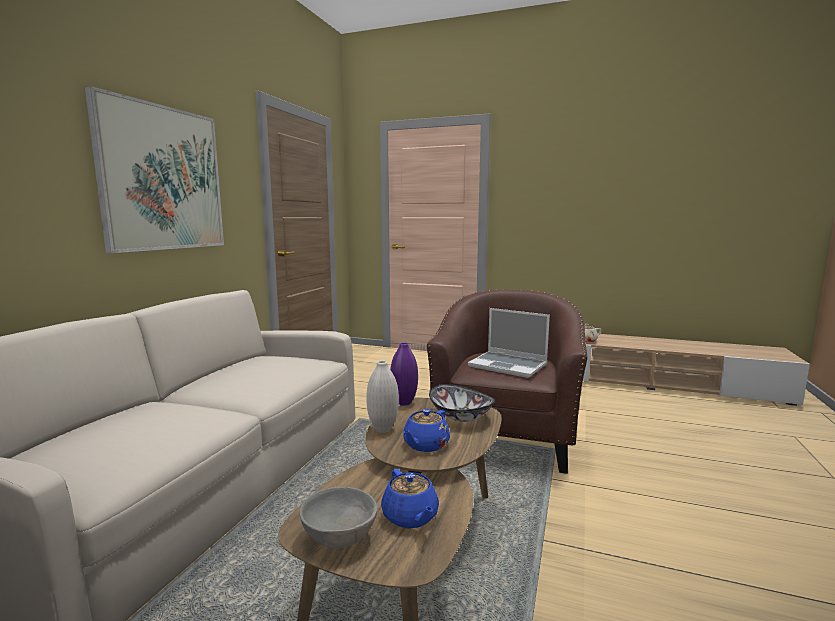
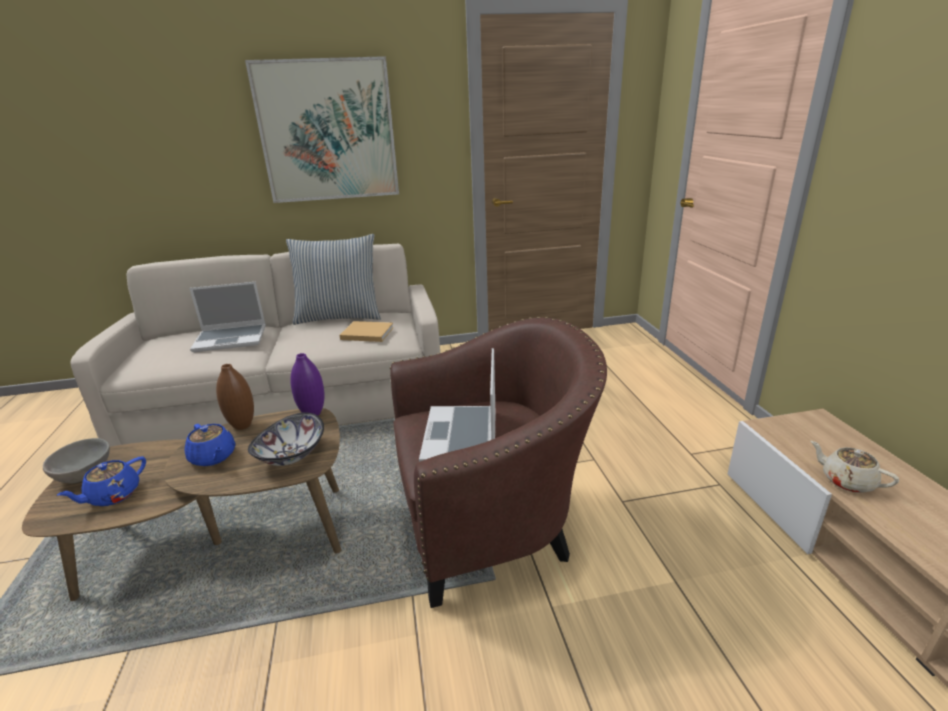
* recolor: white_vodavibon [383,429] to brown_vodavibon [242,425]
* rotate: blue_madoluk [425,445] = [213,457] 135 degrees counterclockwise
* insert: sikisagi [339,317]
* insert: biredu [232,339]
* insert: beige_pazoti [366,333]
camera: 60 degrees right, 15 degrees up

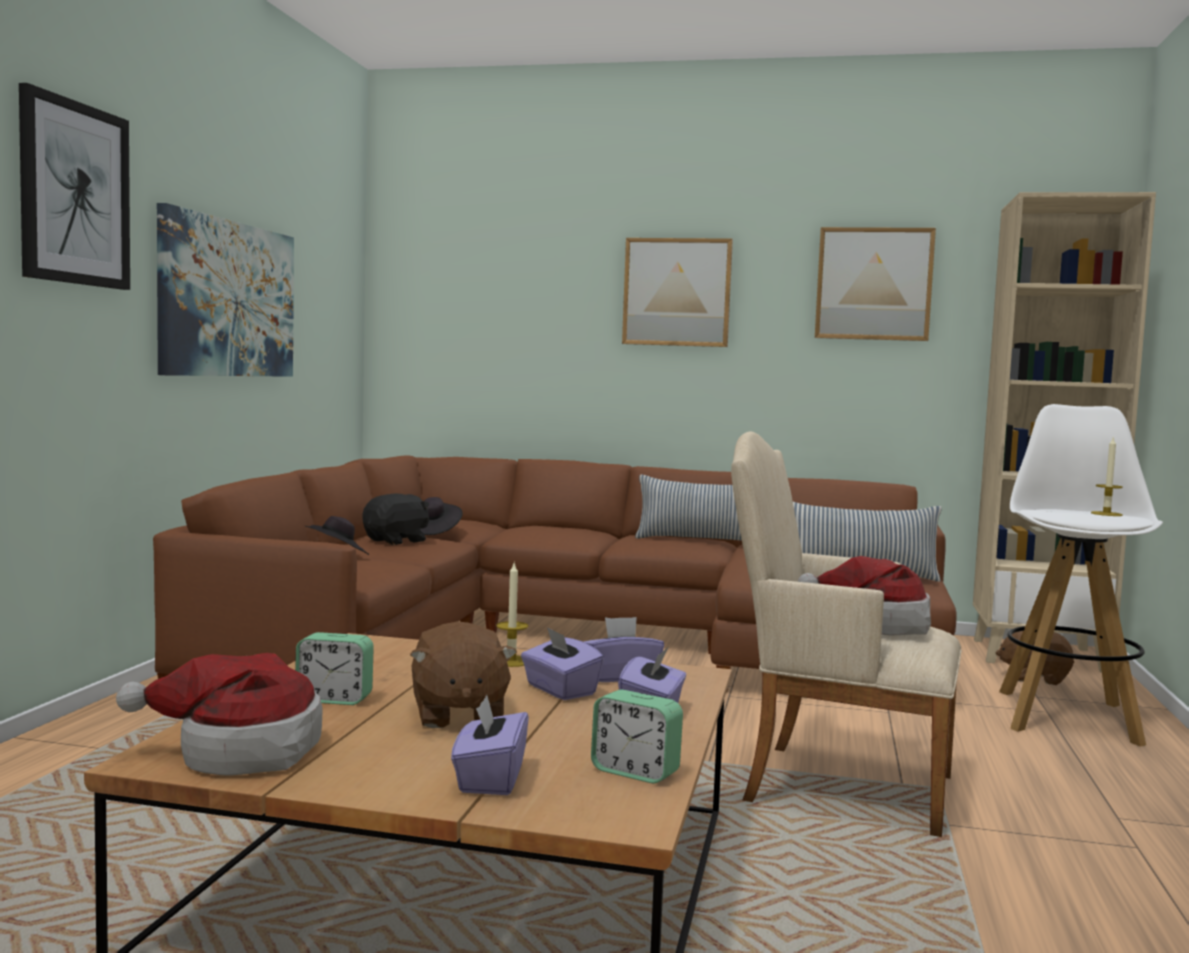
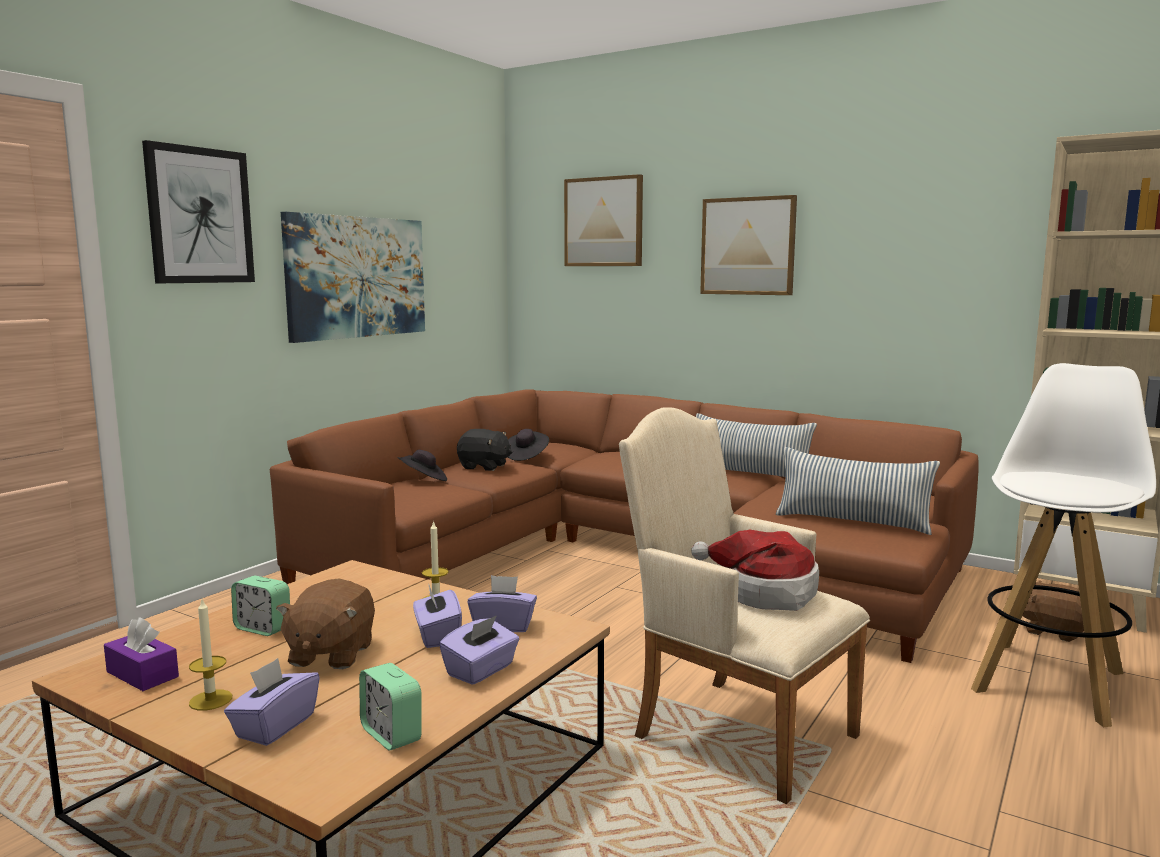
* move: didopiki [873,284] to [604,222]
* move: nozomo [1106,514] to [210,700]
* rotate: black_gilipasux [397,541] = [484,467] 45 degrees clockwise
* replace: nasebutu [240,752] to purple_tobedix [142,674]
camera: 20 degrees right, 5 degrees up

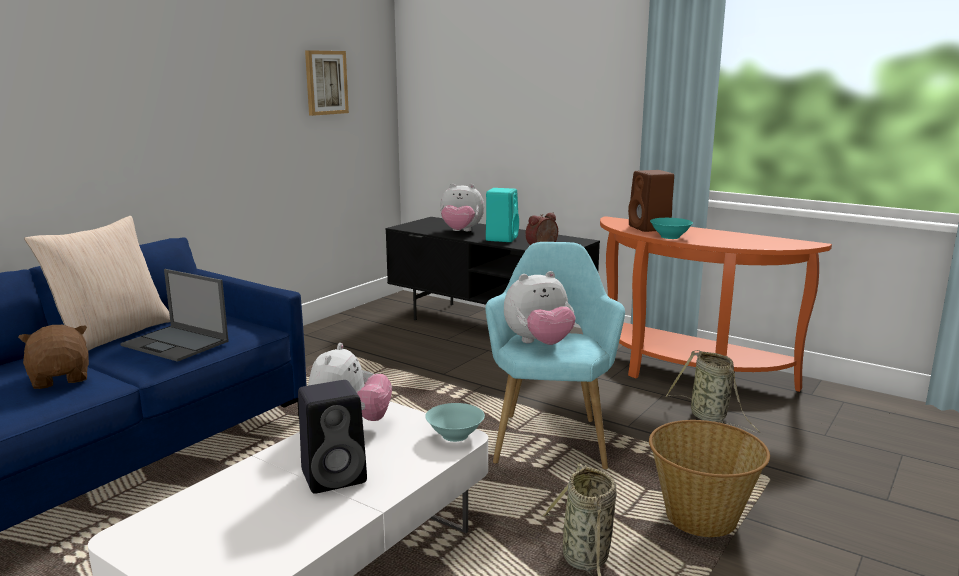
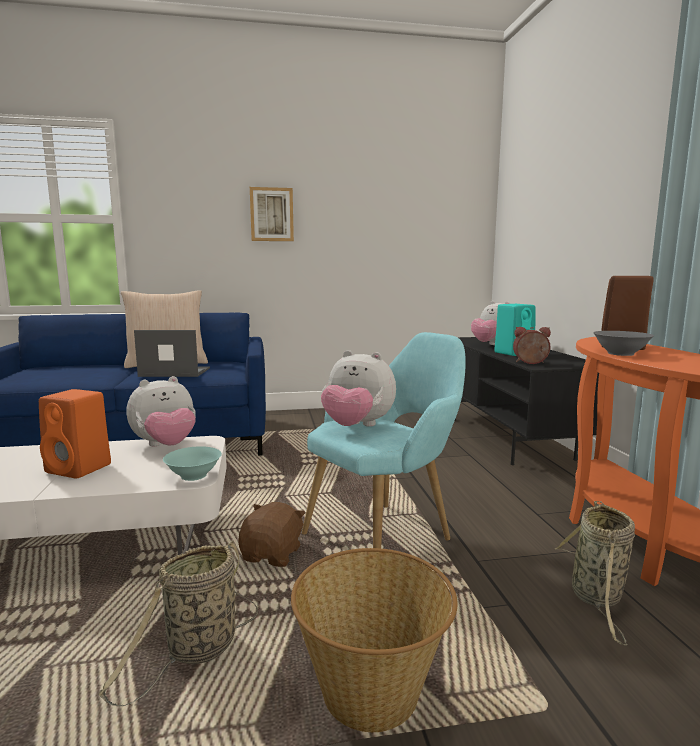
* move: didopiki [325,82] to [271,214]
* recolor: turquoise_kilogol [669,237] to grey_kilogol [620,353]
* rotate: biredu [176,344] = [174,372] 105 degrees clockwise
* move: brown_gilipasux [61,378] to [273,555]
* recolor: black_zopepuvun [336,476] to orange_zopepuvun [80,468]
camera: 45 degrees right, 5 degrees down

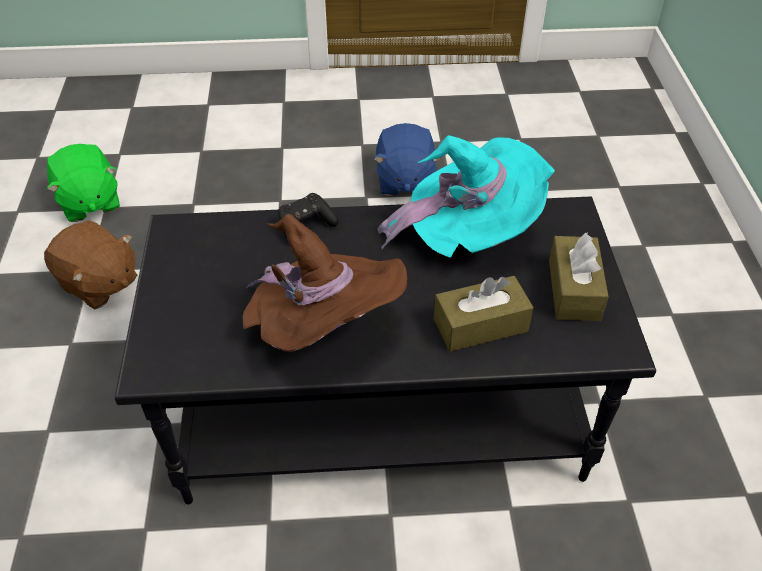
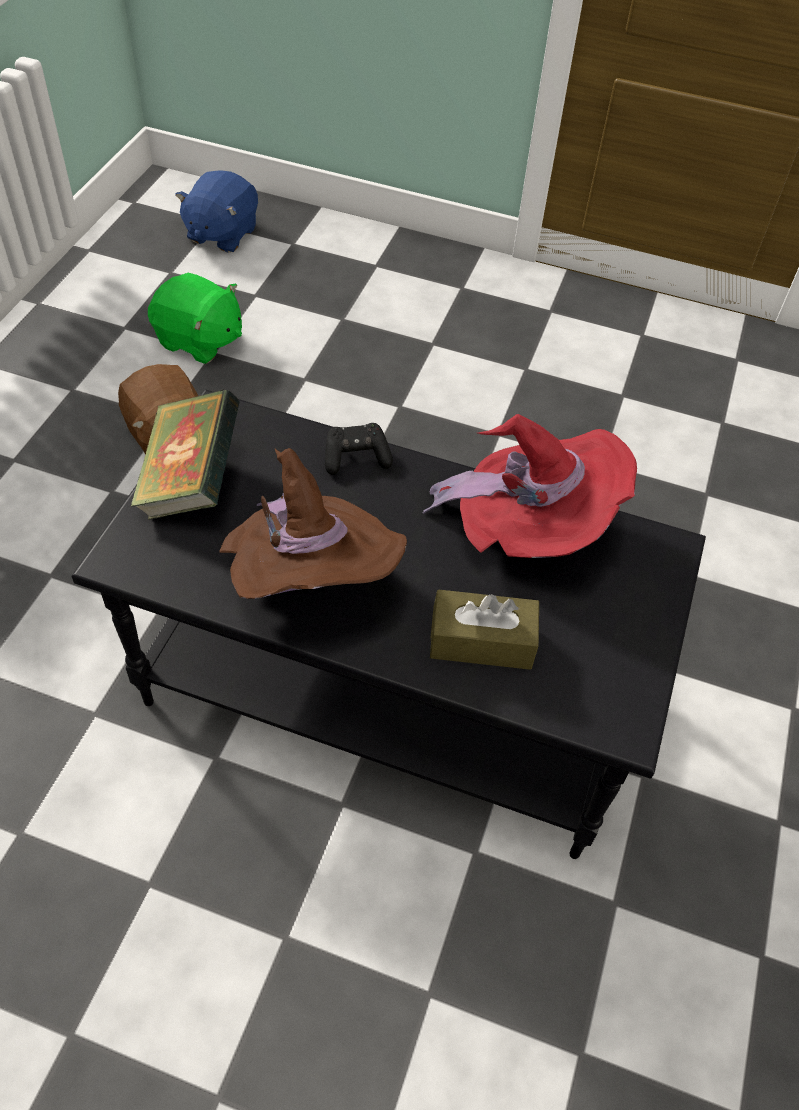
* move: blue_gilipasux [404,181] to [221,234]
* recolor: turquoise_nasebutu [468,233] to red_nasebutu [531,529]
* rotate: green_gilipasux [89,202] = [199,341] 60 degrees counterclockwise
* delete: brown_tobedix [574,290]
* insert: pazoti [191,482]
camera: 20 degrees right, 5 degrees up

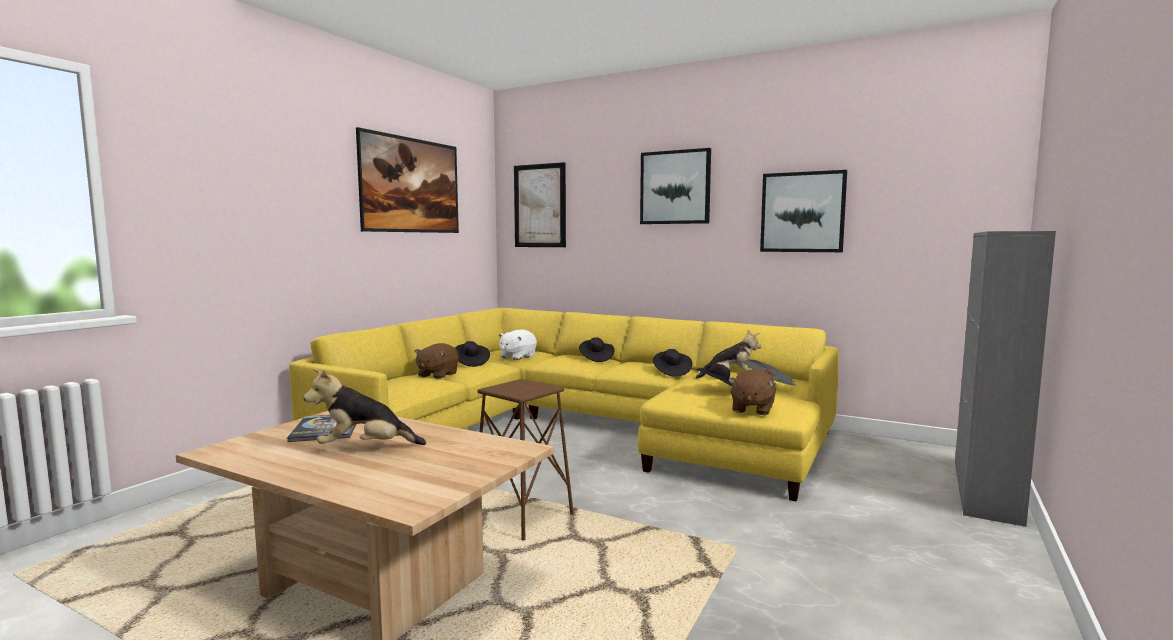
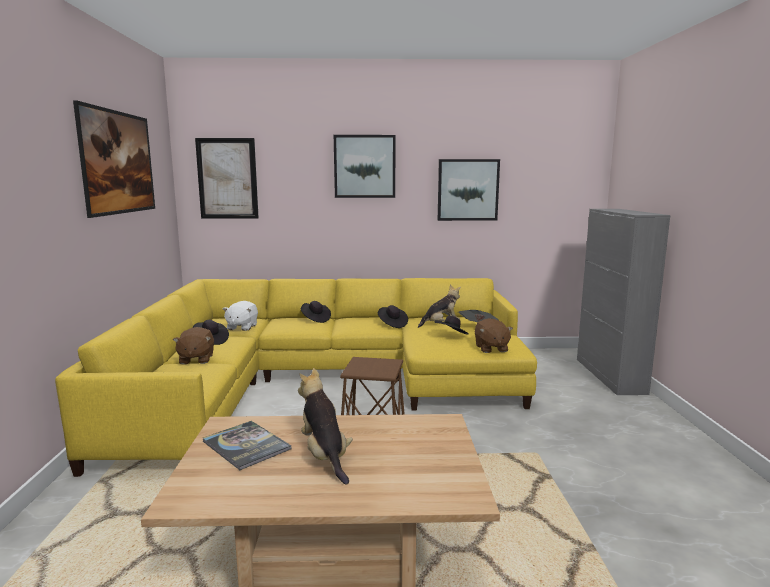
* rotate: gilipasux [365,448] = [325,456] 105 degrees clockwise
camera: 30 degrees left, 5 degrees up

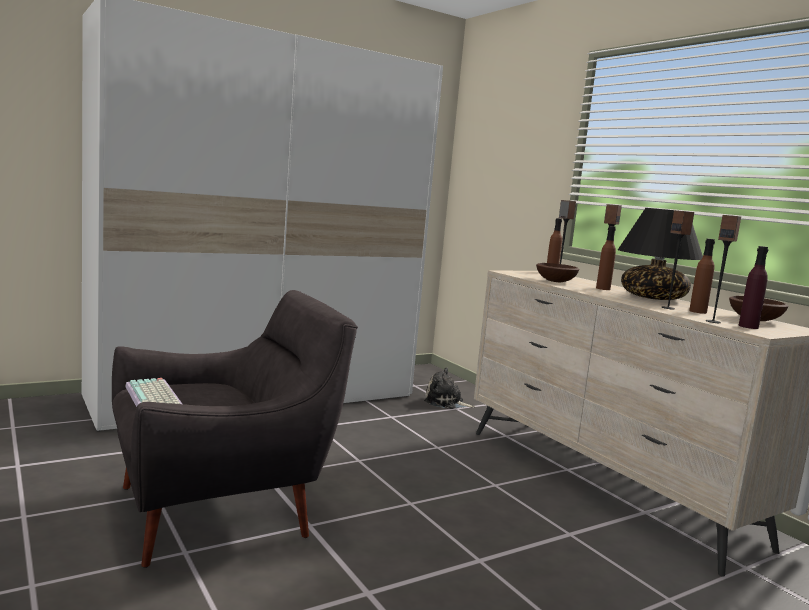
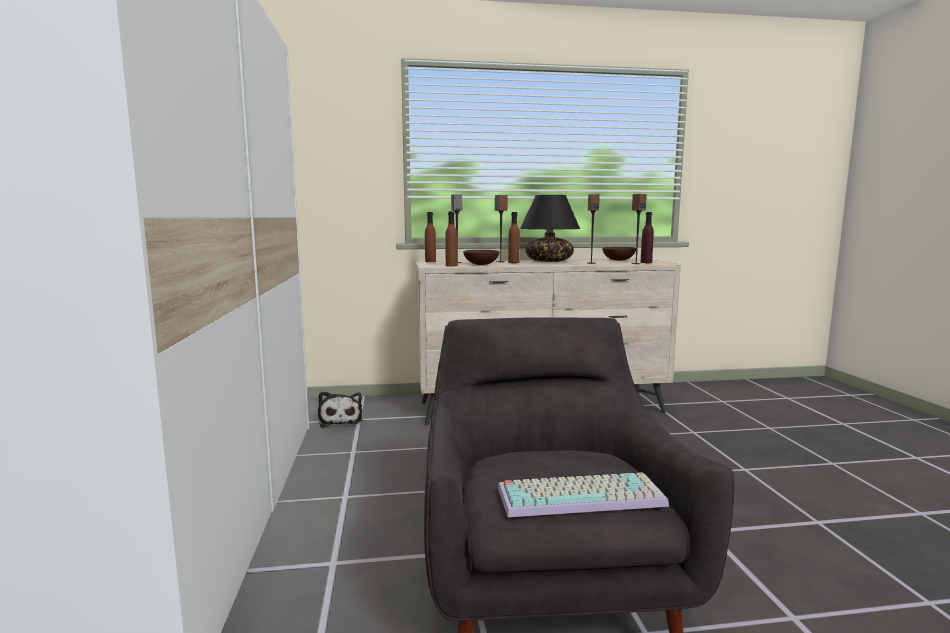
* move: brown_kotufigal [698,311] to [451,265]
* rotate: gilipasux [446,402] = [340,420] 60 degrees counterclockwise
camera: 65 degrees left, 0 degrees up

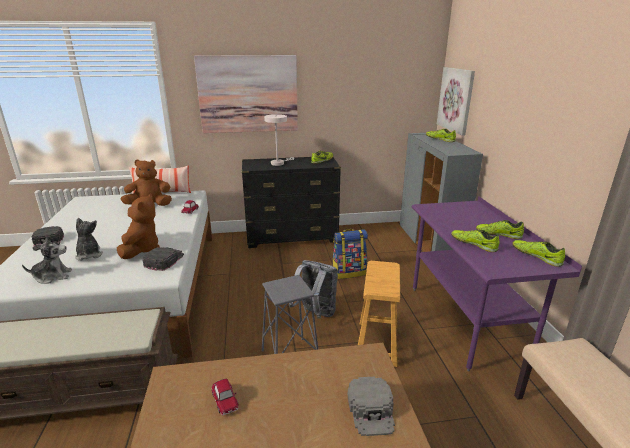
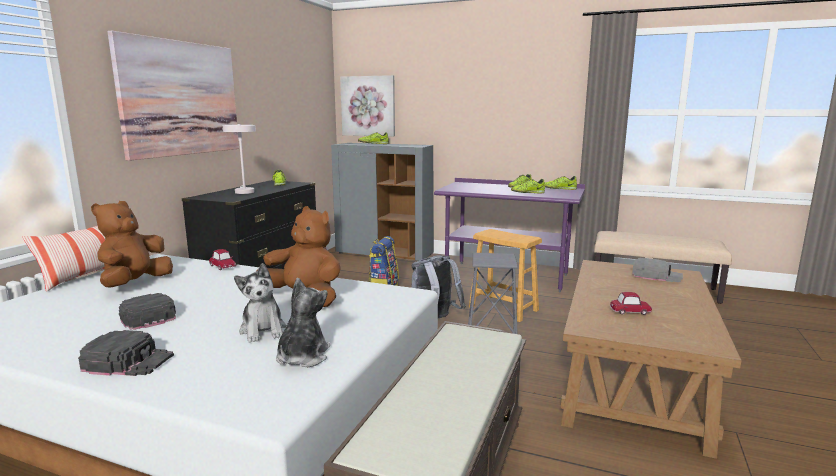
* rotate: gilipasux [89,255] = [263,330] 120 degrees counterclockwise
* move: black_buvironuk [164,260] to [145,316]
camera: 60 degrees left, 10 degrees down

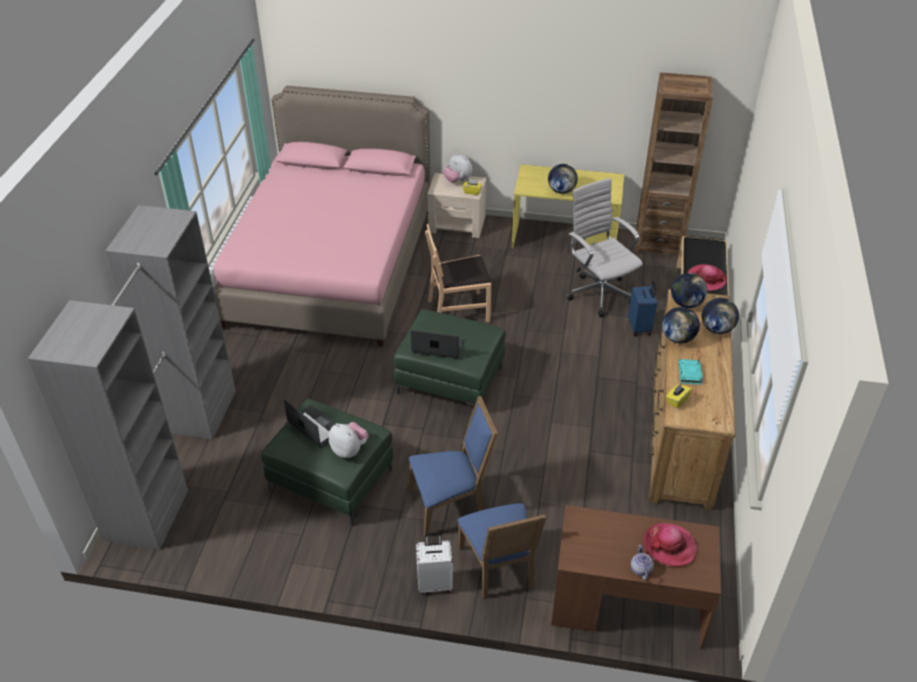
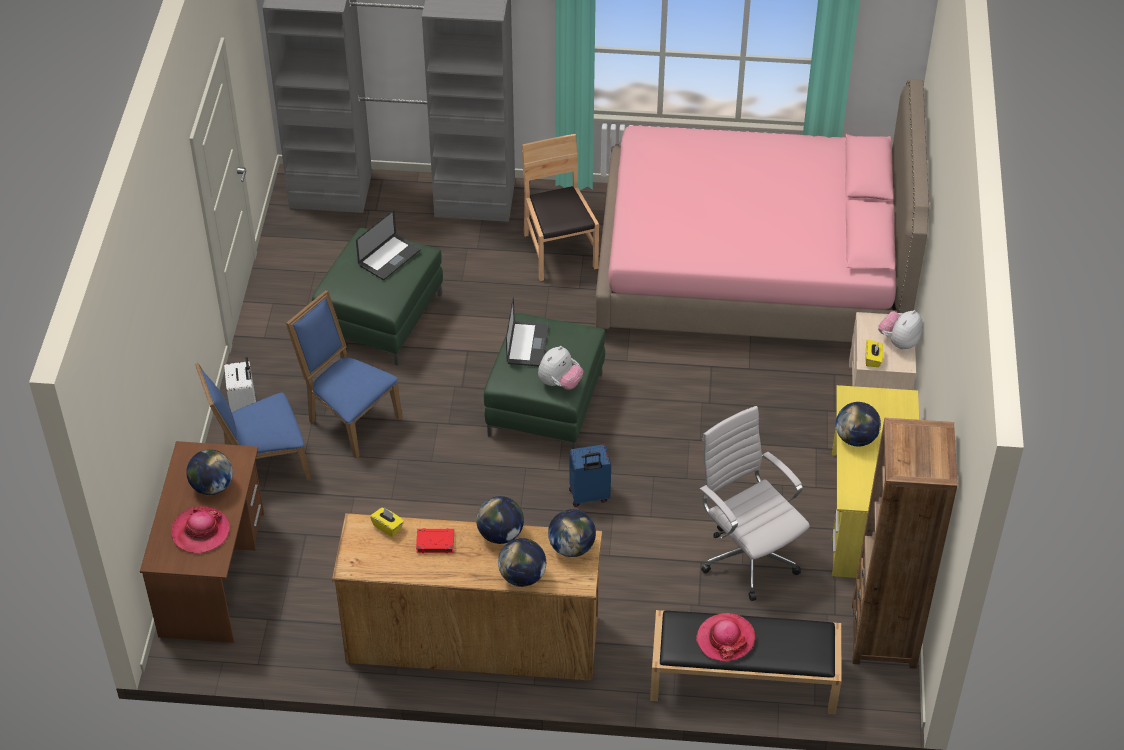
* rotate: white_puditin [598,293] = [747,556] 90 degrees counterclockwise
* move: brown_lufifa [458,310] to [559,252]
* move: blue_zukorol [640,327] to [589,496]
* recolor: turquoise_pazoti [690,374] to red_pazoti [434,542]
* rotate: blue_lufifa [450,504] = [349,419] 150 degrees clockwise
* move: gilipasux [349,450] to [559,383]
* delete: madoluk [640,569]
* insert: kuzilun [212,486]
camera: 85 degrees right, 5 degrees up

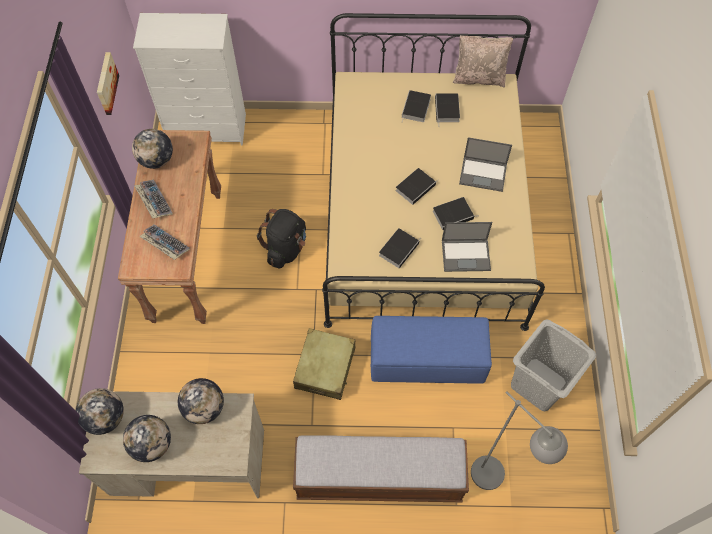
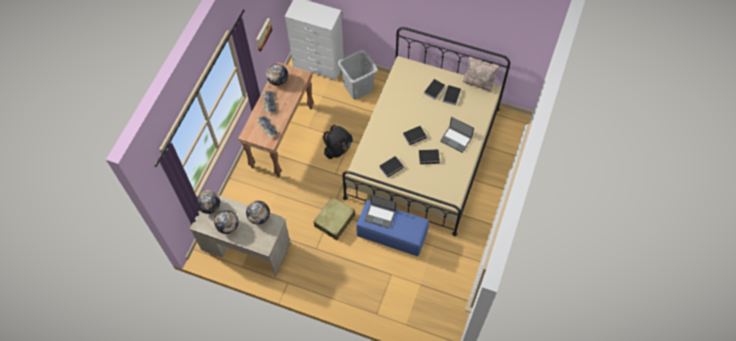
* move: biredu [466,255] to [380,215]
* move: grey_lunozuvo [539,384] to [358,88]
* delete: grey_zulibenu [496,482]
* delete: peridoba [379,478]
camera: 20 degrees right, 0 degrees up

